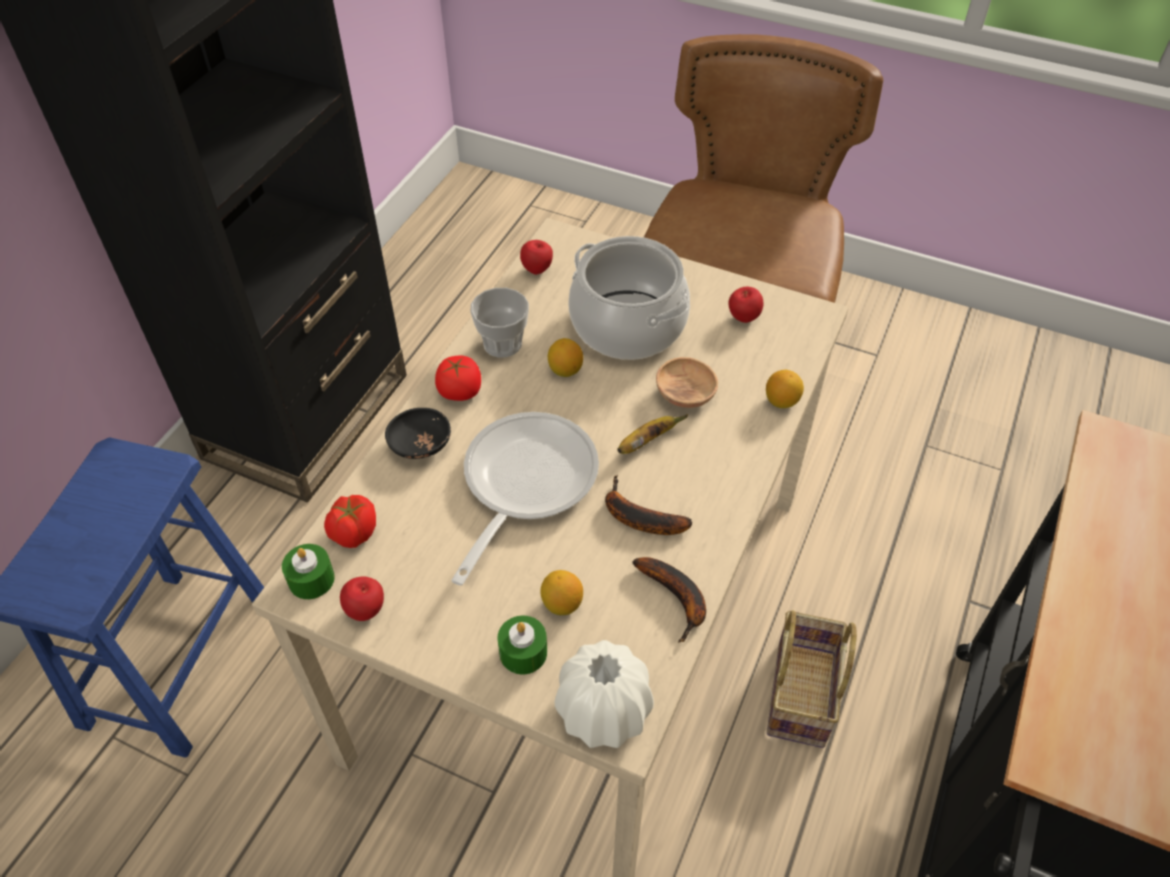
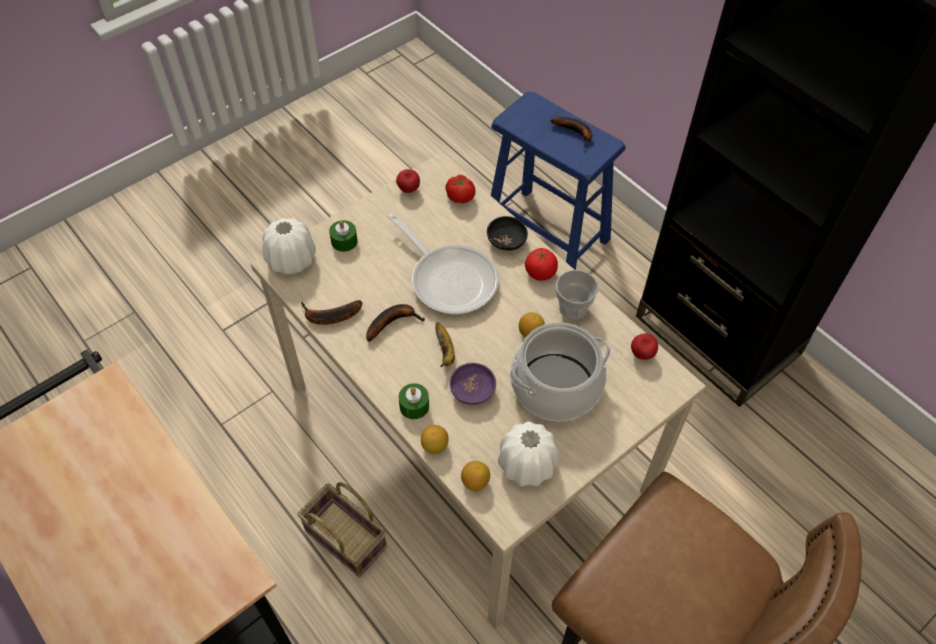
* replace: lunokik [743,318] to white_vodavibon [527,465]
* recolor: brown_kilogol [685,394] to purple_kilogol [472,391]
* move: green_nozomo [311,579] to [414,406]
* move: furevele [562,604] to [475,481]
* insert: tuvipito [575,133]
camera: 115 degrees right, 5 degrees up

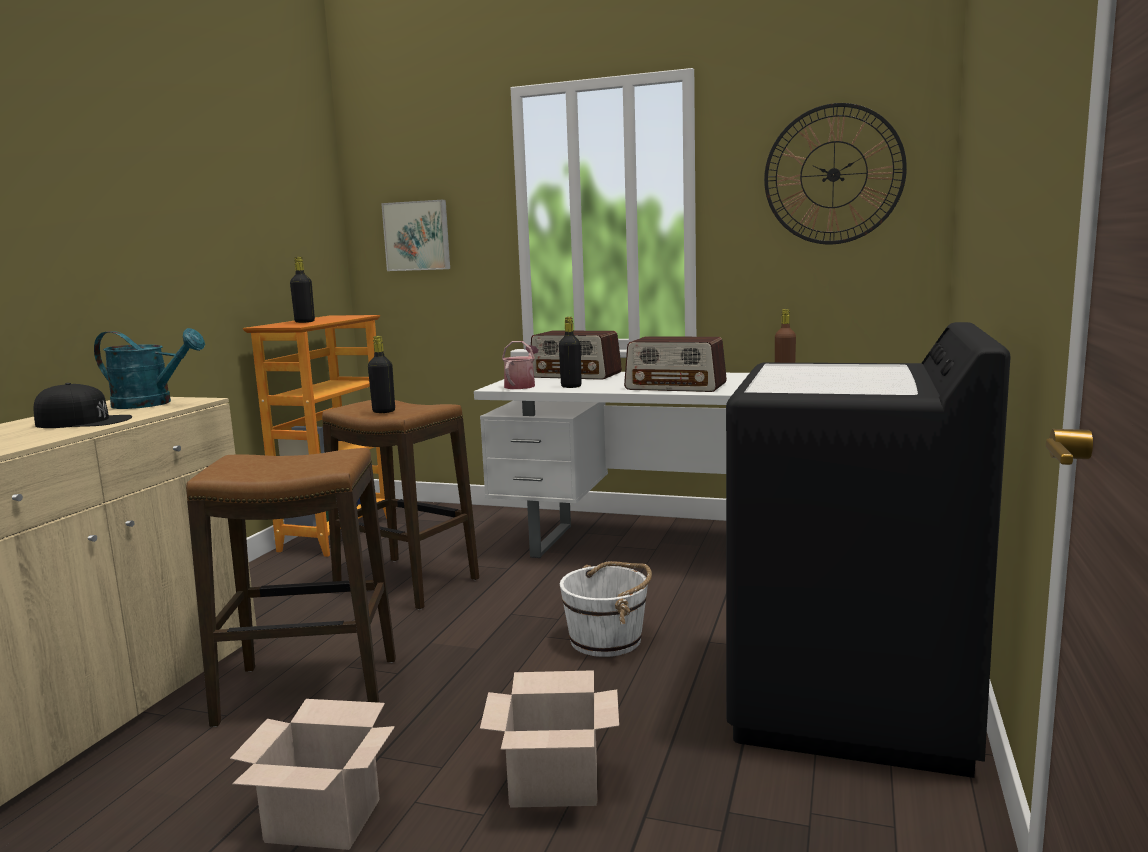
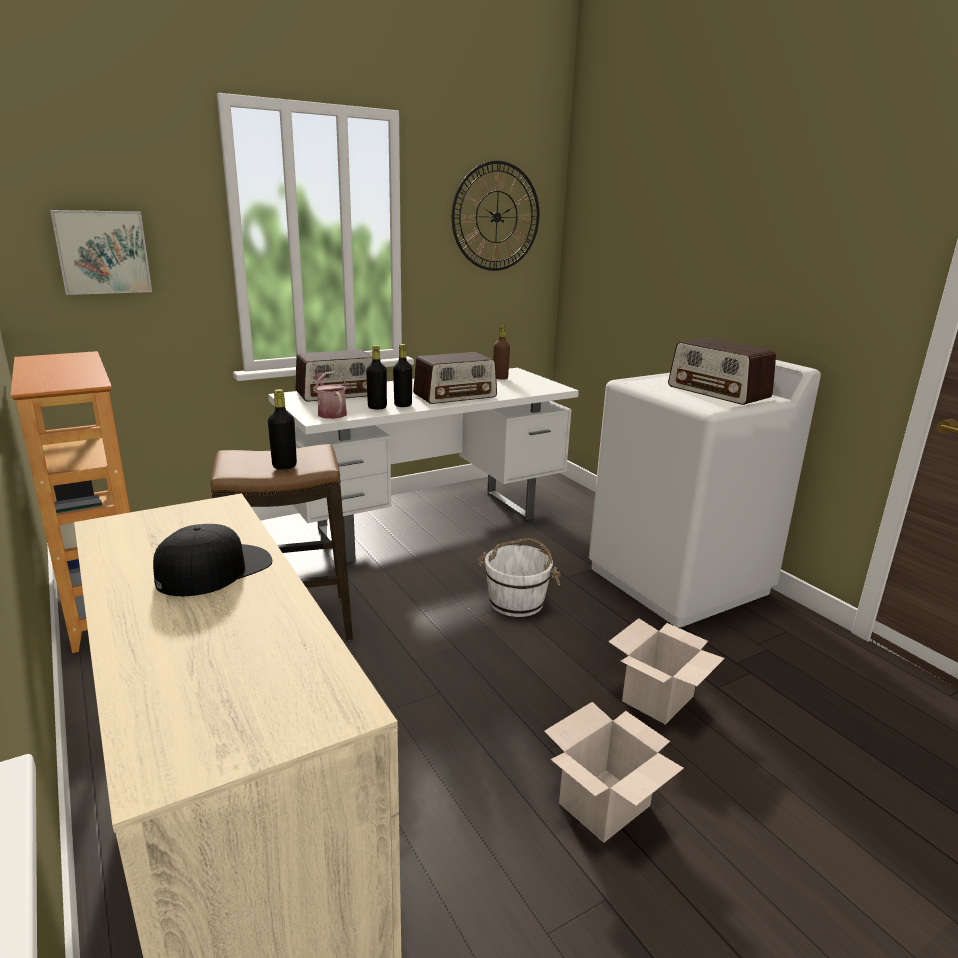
* move: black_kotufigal [304,322] to [403,405]
* recolor: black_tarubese [851,702] to white_tarubese [678,581]
* delete: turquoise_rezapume [151,404]
* delete: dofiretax [310,691]
* insert: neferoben [718,392]
camera: 50 degrees left, 10 degrees up

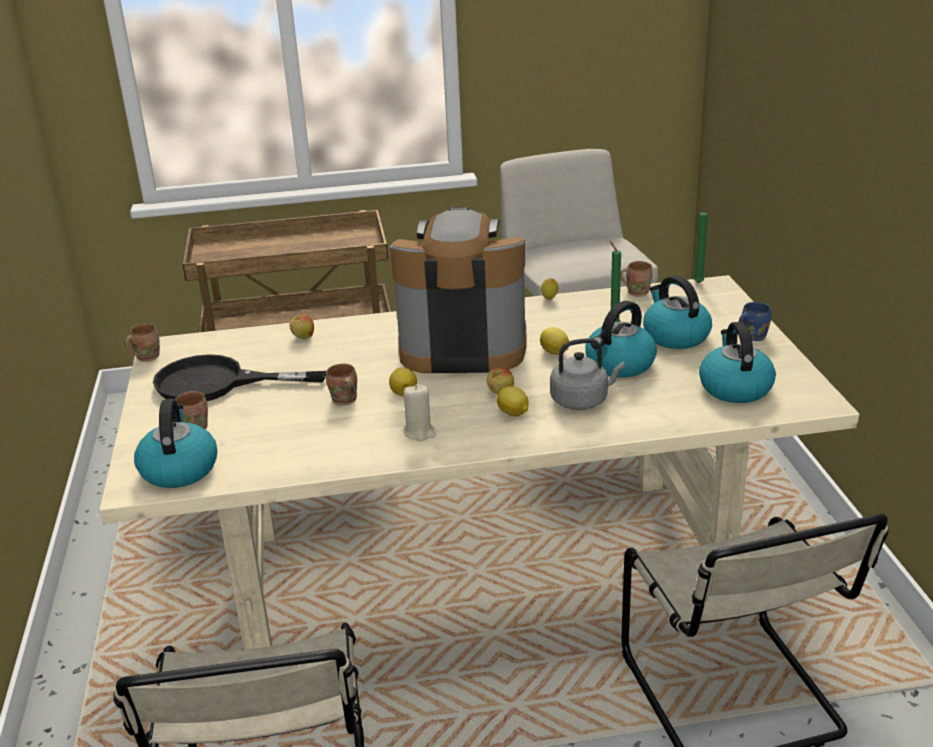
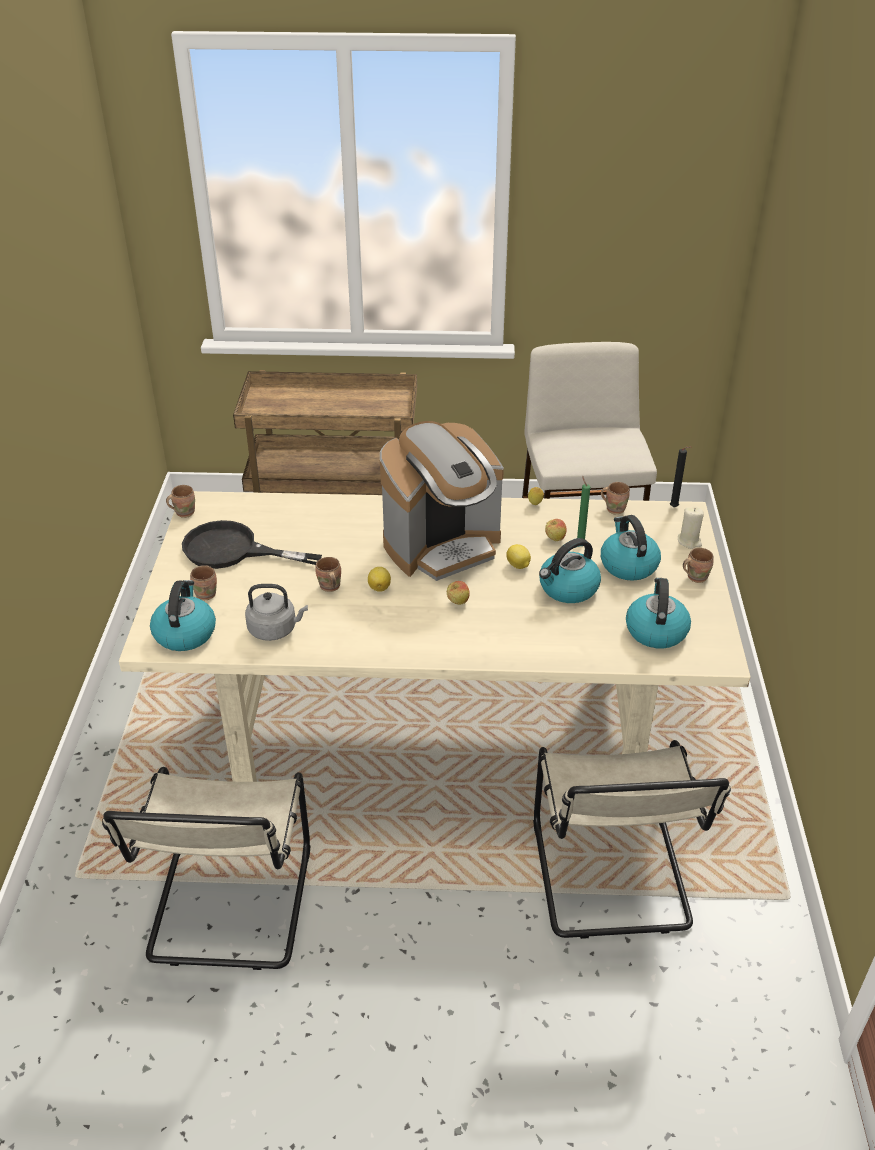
* rotate: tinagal [462,347] = [442,546] 135 degrees clockwise
* recolor: green_nozomo [700,283] to black_nozomo [675,508]
* recolor: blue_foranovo [752,336] to brown_foranovo [695,576]
* move: lunokik [303,338] to [554,539]
* move: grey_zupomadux [582,400] to [275,629]
* move: beige_nozomo [419,432] to [689,541]
* delete: furevele [513,414]
camera: 10 degrees right, 10 degrees up

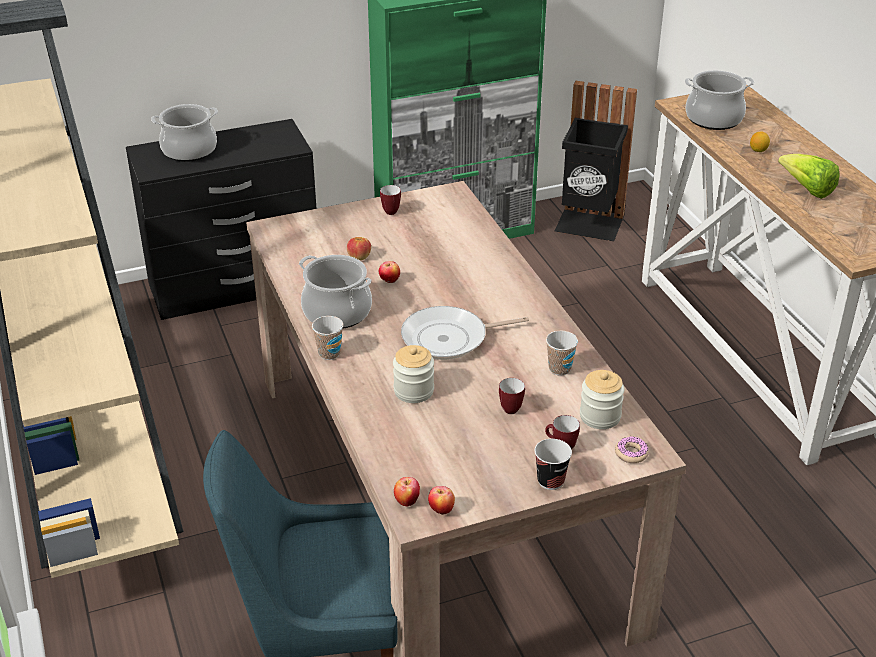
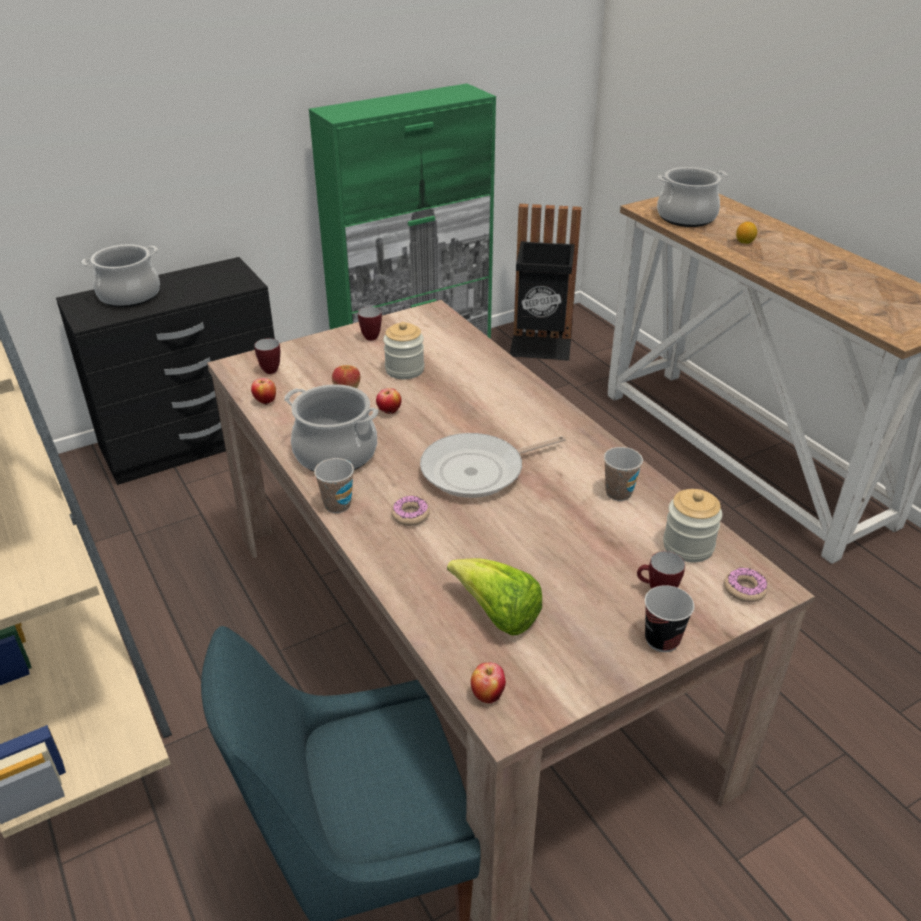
* move: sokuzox [807,190] to [497,614]
* move: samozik [413,391] to [404,370]
* move: foranovo [508,408] to [268,369]
* move: lunokik [441,510] to [265,402]
* insert: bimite [410,515]
camera: 10 degrees left, 0 degrees up

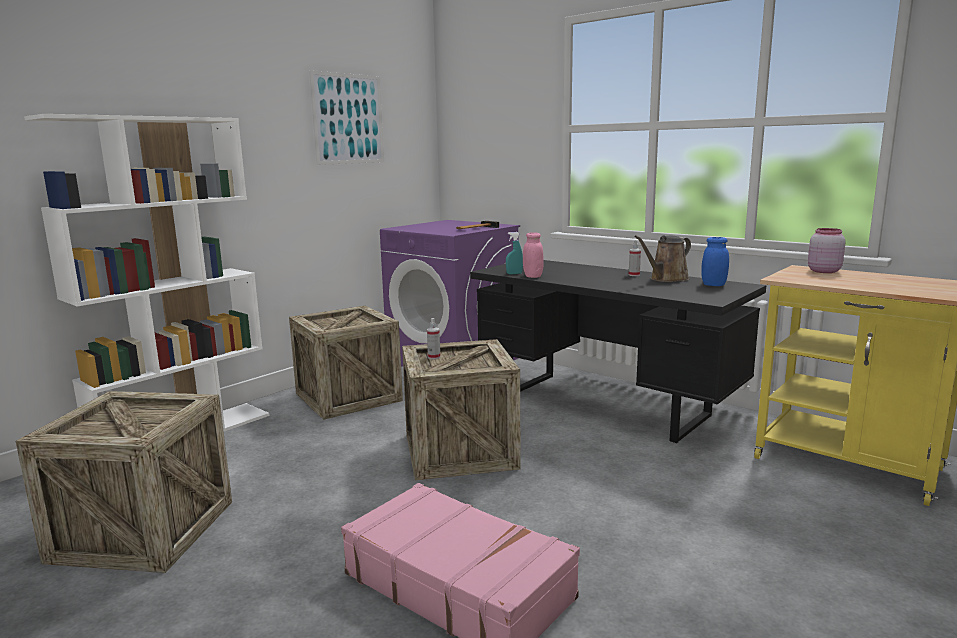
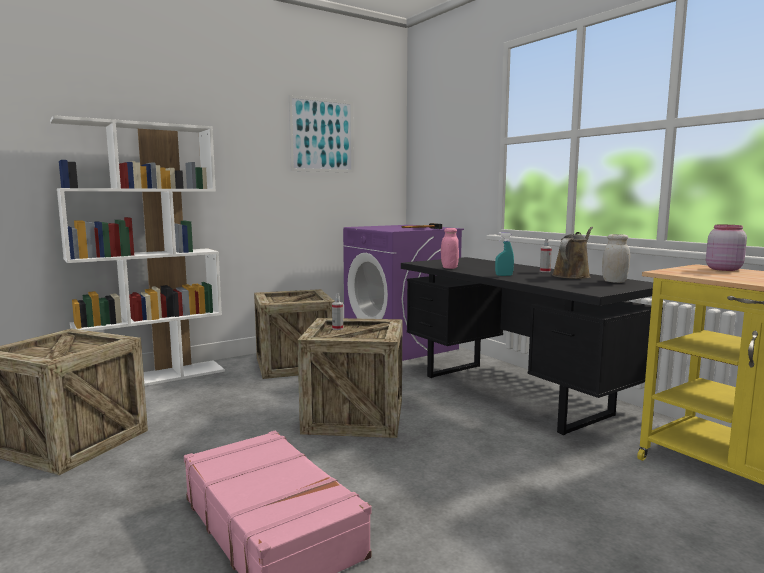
* move: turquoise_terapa [514,273] to [504,275]
* rotate: brown_rezapume [666,279] = [572,275] 150 degrees clockwise
* recolor: blue_samozik [713,285] to white_samozik [614,281]
camera: 15 degrees right, 5 degrees down

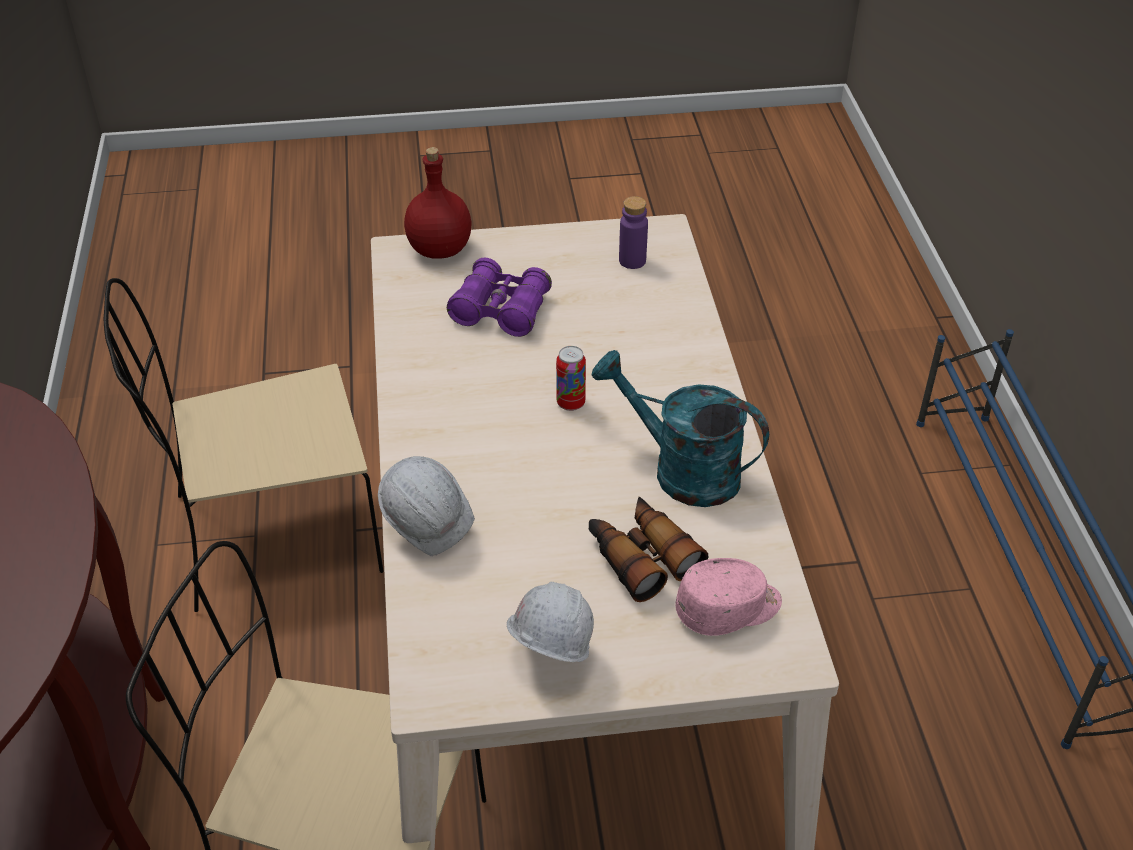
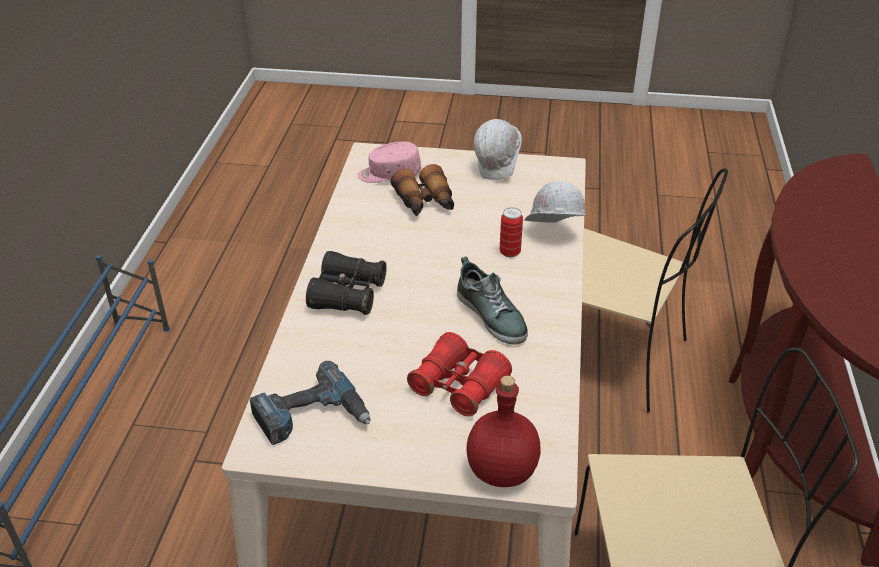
* replace: purple_kotufigal [632,261] to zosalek [312,416]
* recolor: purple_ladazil [501,310] to red_ladazil [459,385]
* move: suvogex [570,403] to [510,252]
* delete: turquoise_rezapume [681,470]
* insert: black_ladazil [347,295]
* insert: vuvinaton [492,315]
camera: 165 degrees left, 5 degrees down

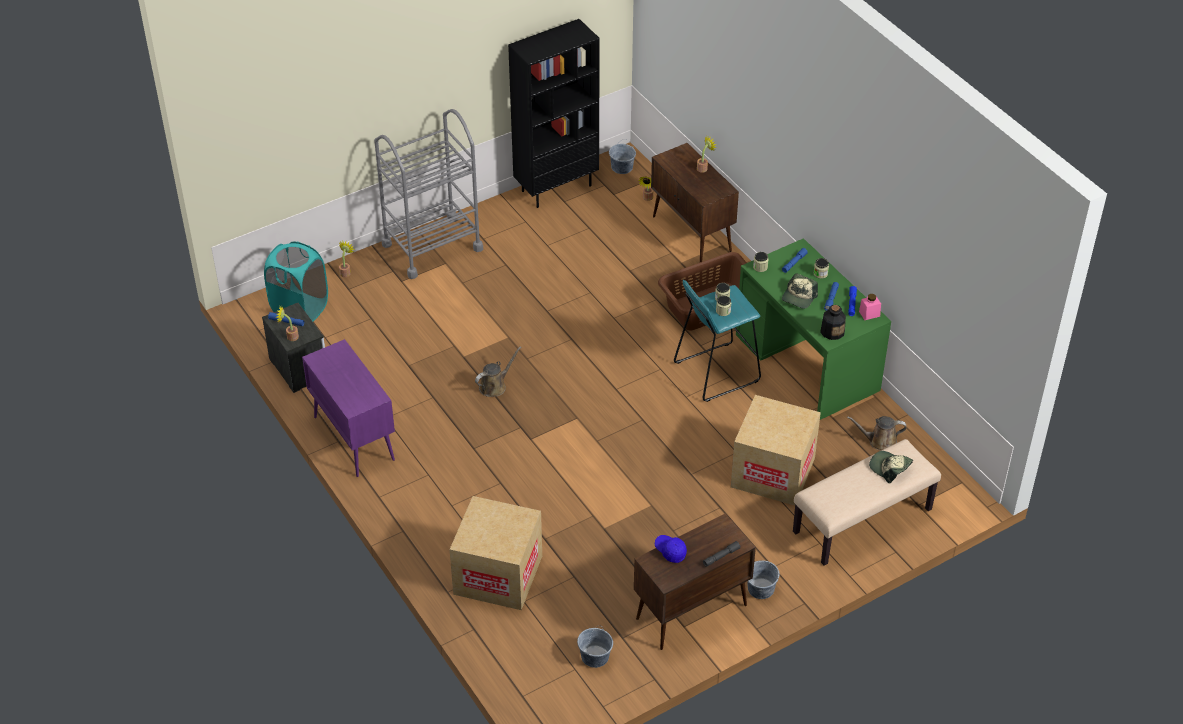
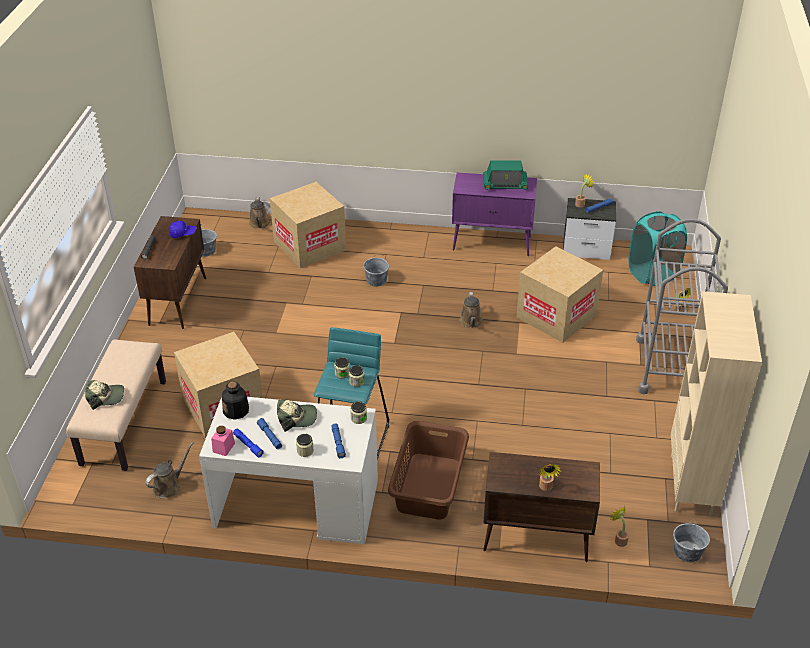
* recolor: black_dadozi [556,187] to beige_dadozi [692,485]
* recolor: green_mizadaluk [807,362] to white_mizadaluk [296,503]
* rotate: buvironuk [799,297] = [296,418] 105 degrees clockwise
* move: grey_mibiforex [760,588] to [376,280]
* insert: neferoben [505,184]
* insert: brown_rezapume [259,224]
* insert: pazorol [556,316]
camera: 130 degrees right, 5 degrees down

